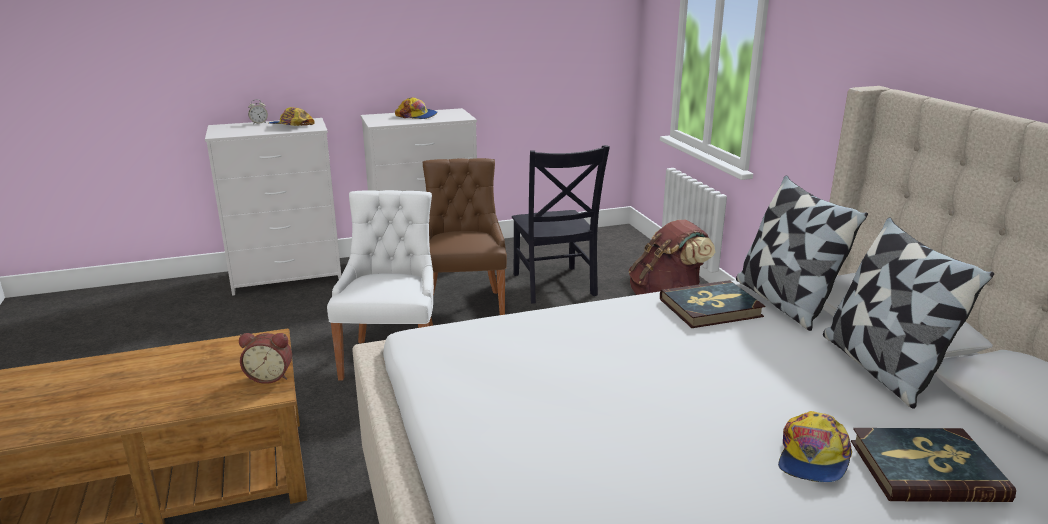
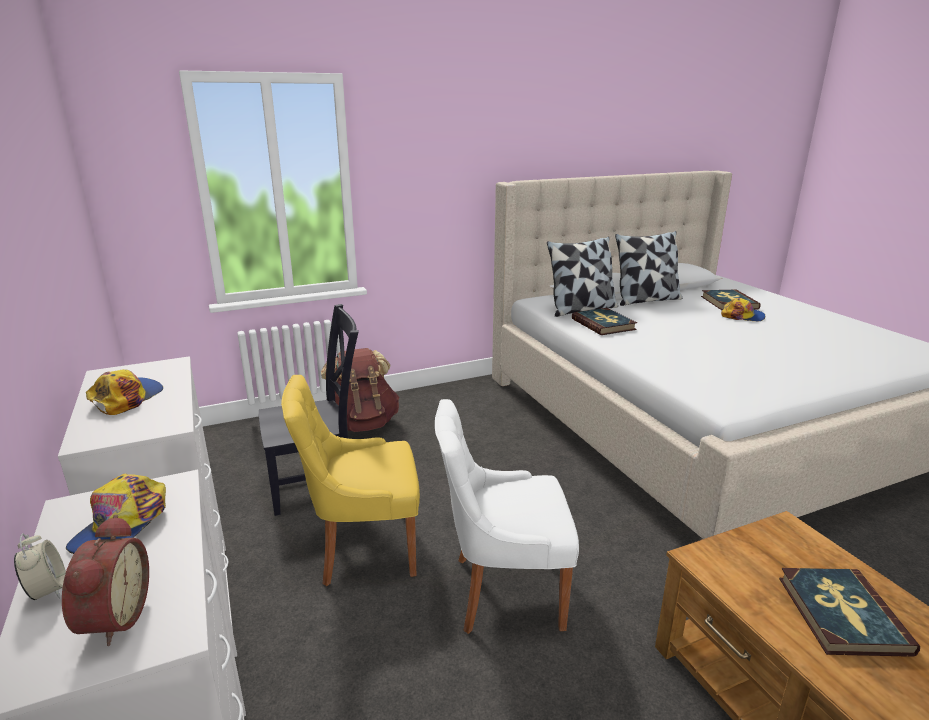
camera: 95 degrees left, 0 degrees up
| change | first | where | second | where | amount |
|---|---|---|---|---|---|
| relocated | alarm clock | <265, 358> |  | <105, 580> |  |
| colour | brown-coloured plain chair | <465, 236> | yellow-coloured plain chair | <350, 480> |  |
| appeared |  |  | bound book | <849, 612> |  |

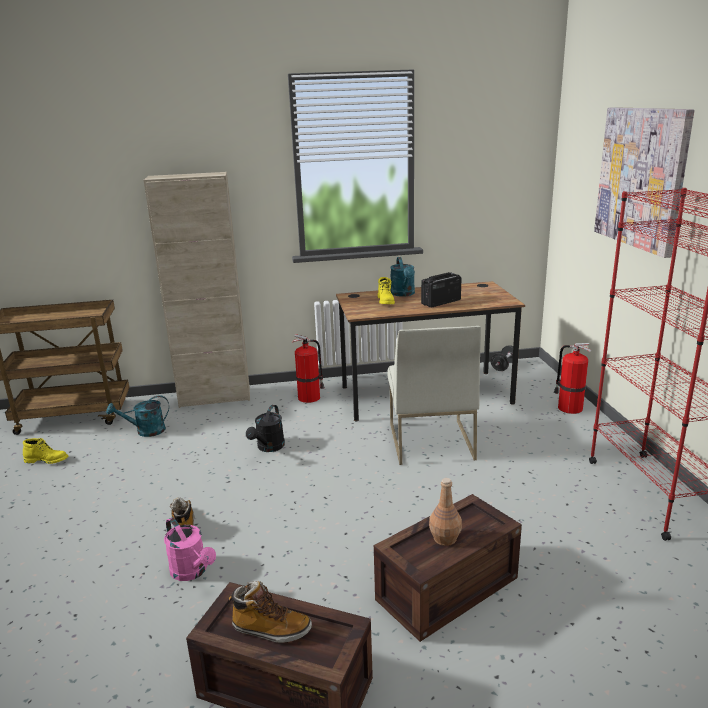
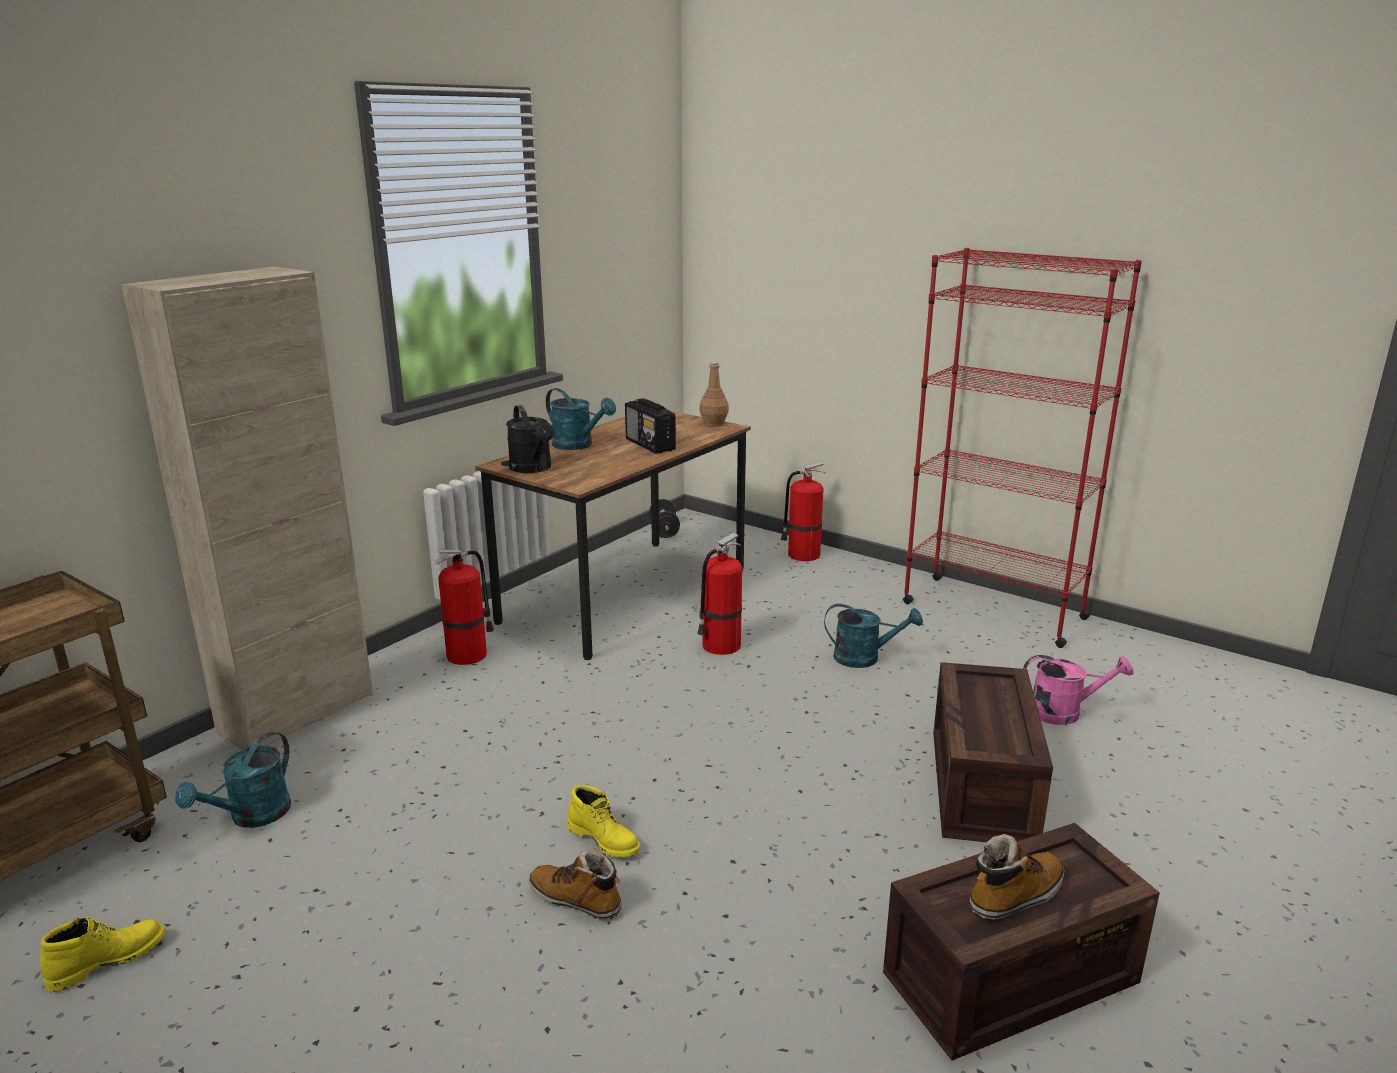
camera: 45 degrees left, 0 degrees up
| change | first | where | second | where | amount |
|---|---|---|---|---|---|
| relocated | pink-coloured sprinkling can | <190, 549> |  | <1078, 690> |  |
| relocated | black sprinkling can | <265, 428> |  | <530, 439> |  |
| relocated | yellow-coloured high-top boot | <386, 290> |  | <603, 821> |  |
| exchanged | white plain chair | <434, 395> | fire-fighting cylinder | <719, 594> |  |
| spun | radio receiver | <441, 289> |  | <650, 426> | 45 degrees counterclockwise |
| relocated | brown-coloured drink bottle | <445, 512> |  | <714, 394> |  |
| missing | wall art | <644, 182> |  |  |  |
| appeared |  |  | turquoise-coloured sprinkling can | <873, 636> |  |

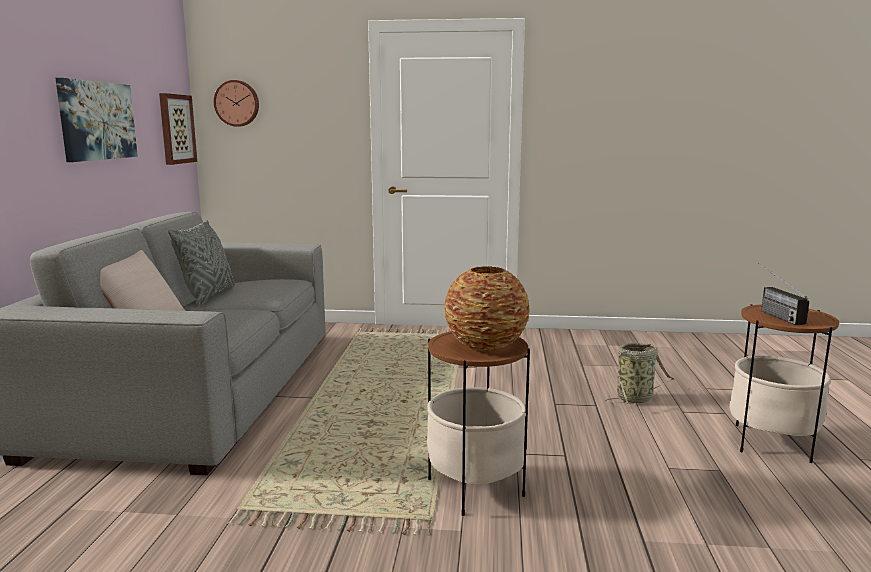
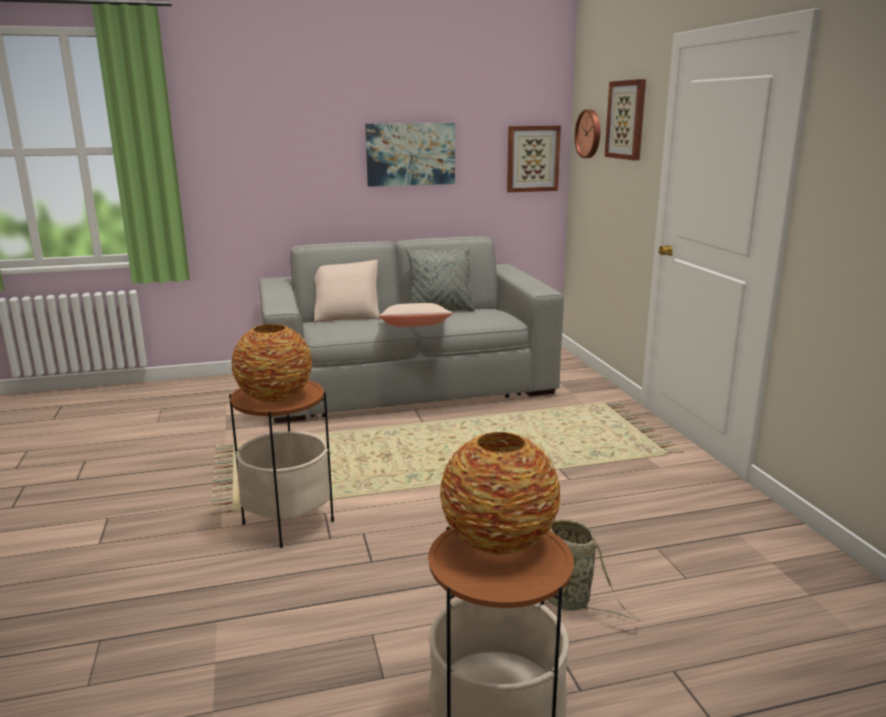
camera: 70 degrees right, 5 degrees up
| change | first | where | second | where | amount |
|---|---|---|---|---|---|
| exchanged | radio receiver | <783, 294> | flower vase | <500, 493> |  |
| appeared |  |  | sand-coloured throw pillow | <415, 315> |  |
| appeared |  |  | wall art | <625, 119> |  |

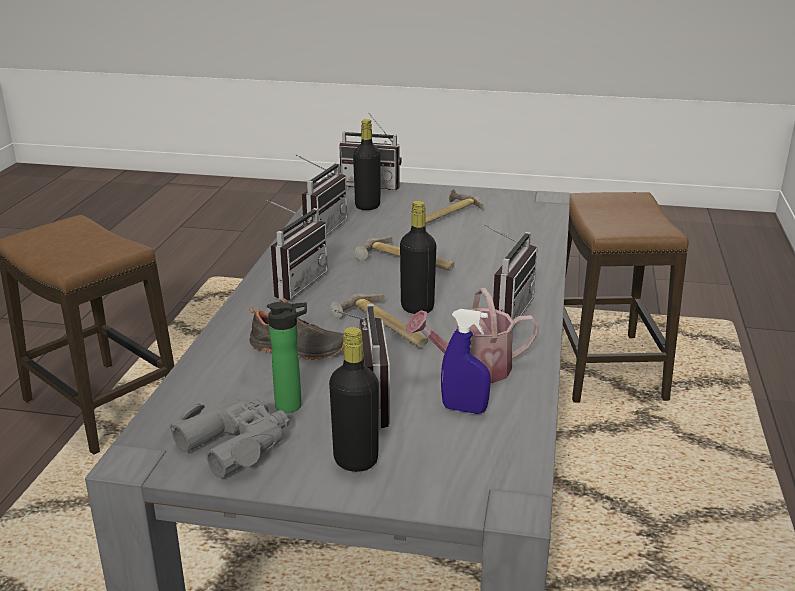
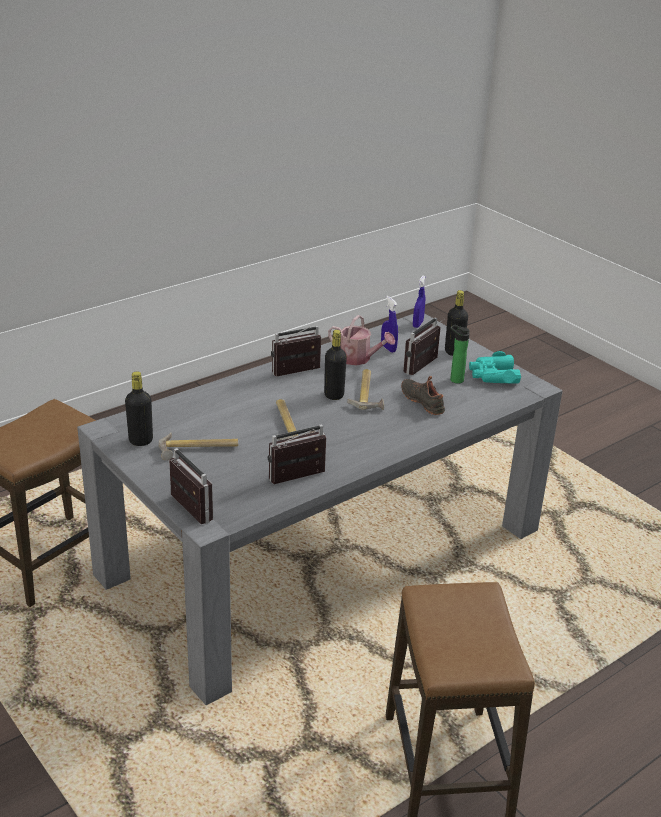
camera: 140 degrees left, 5 degrees up
| change | first | where | second | where | amount |
|---|---|---|---|---|---|
| colour | greyish field glasses | <229, 438> | turquoise-coloured field glasses | <495, 367> |  |
| missing | radio receiver | <297, 250> |  |  |  |
| relocated | black drink bottle | <367, 164> |  | <139, 409> |  |
| appeared |  |  | blue-coloured spray bottle | <419, 302> |  |

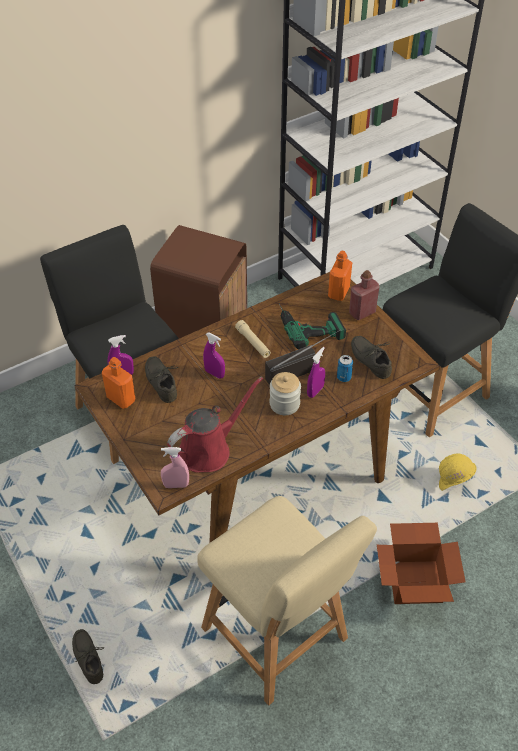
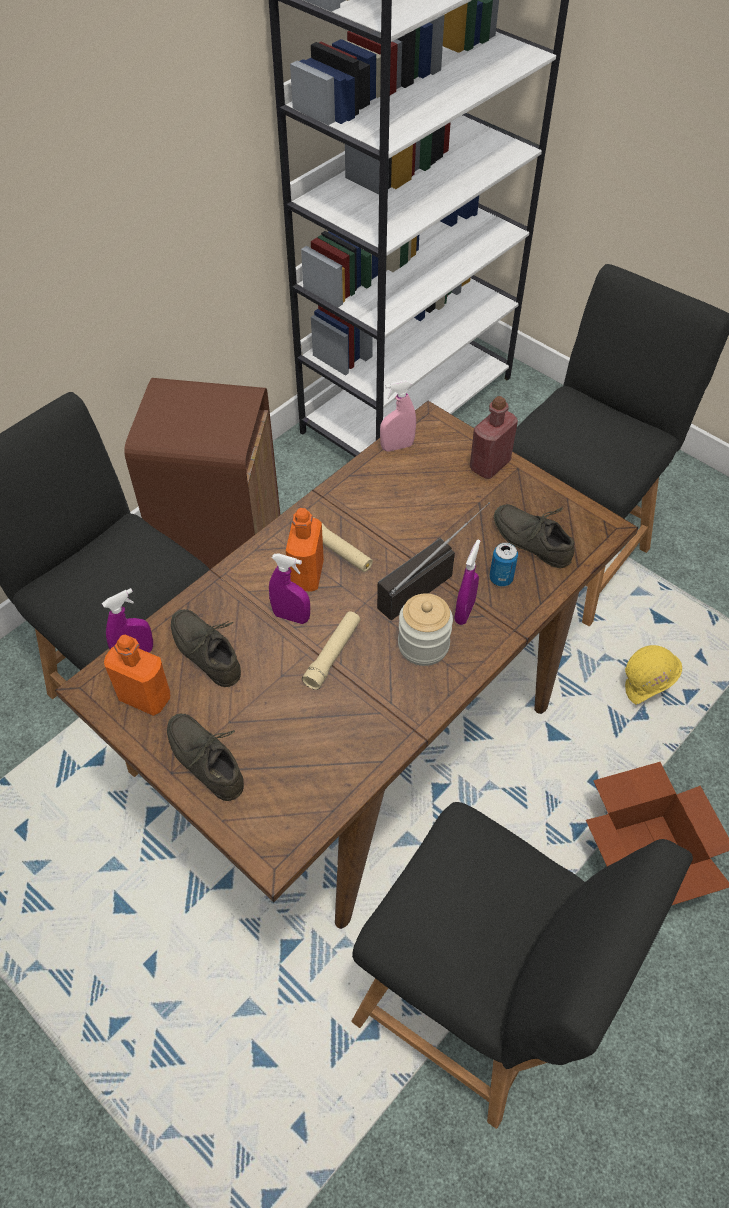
camera: 15 degrees left, 5 degrees up
| change | first | where | second | where | amount |
|---|---|---|---|---|---|
| relocated | greyish low shoe | <88, 656> |  | <205, 757> |  |
| relocated | pink-coloured spray bottle | <175, 467> |  | <398, 415> |  |
| missing | reddish sprinkling can | <215, 425> |  |  |  |
| colour | sand-coloured plain chair | <287, 600> | black plain chair | <522, 965> |  |
| missing | electric drill | <312, 326> |  |  |  |
| relocated | orange drink bottle | <340, 276> |  | <305, 550> |  |
| appeared |  |  | sand-coloured torch | <331, 650> |  |

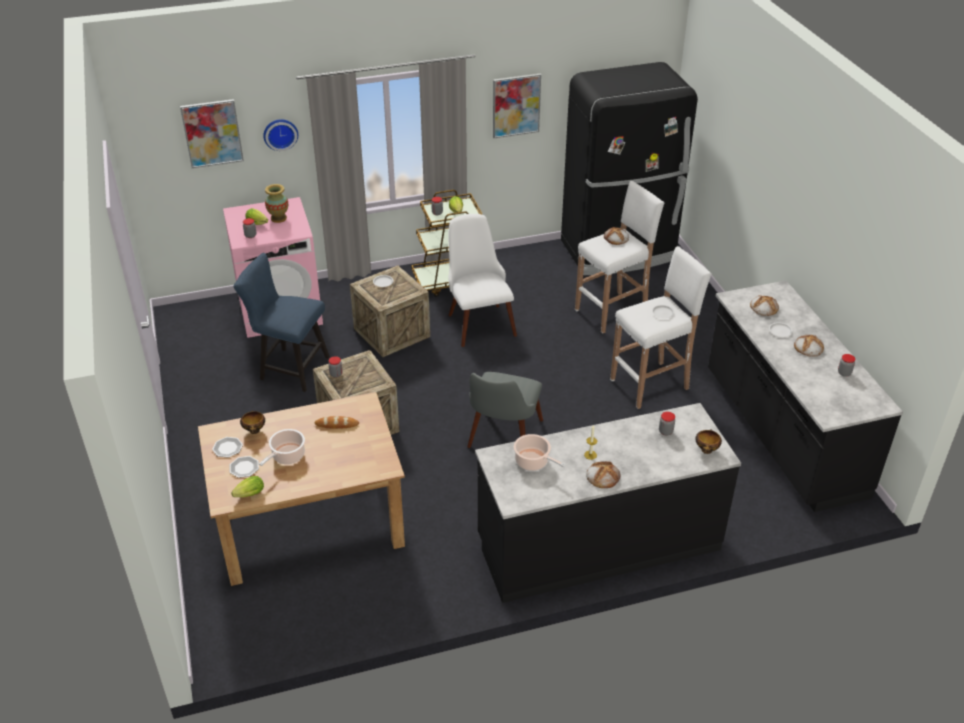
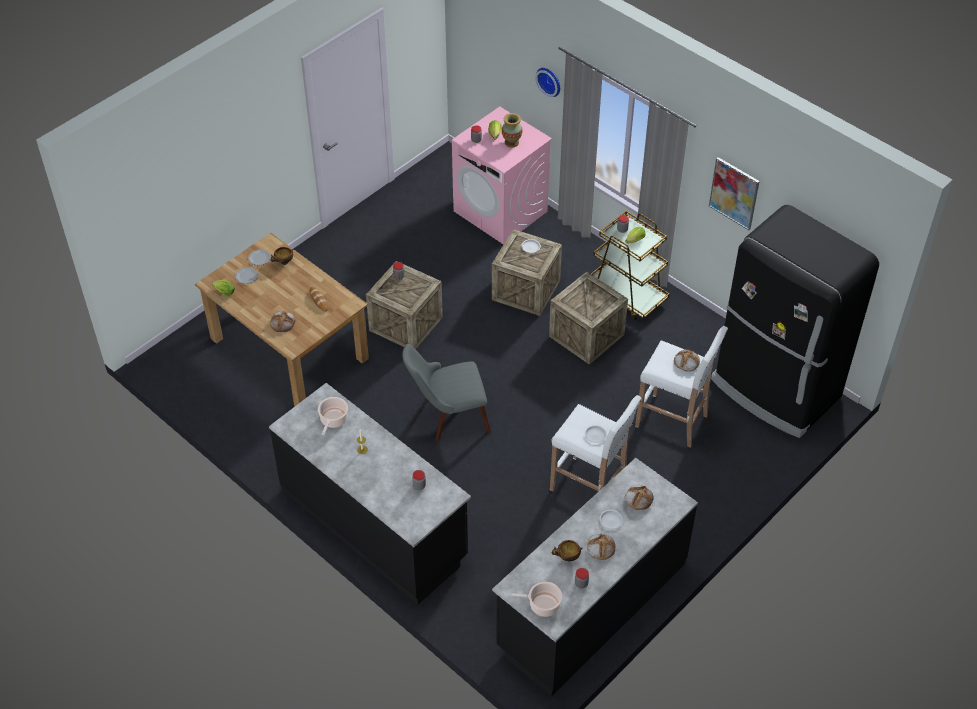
camera: 60 degrees right, 10 degrees up
| change | first | where | second | where | amount |
|---|---|---|---|---|---|
| missing | wall art | <212, 133> |  |  |  |
| missing | blue-coloured plain chair | <281, 322> |  |  |  |
| relocated | stockpot | <282, 447> |  | <535, 599> |  |
| exchanged | white plain chair | <482, 280> | crate | <588, 318> |  |
| relocated | bread | <603, 474> |  | <282, 321> |  |
| relocated | bowl | <708, 441> |  | <567, 550> |  |

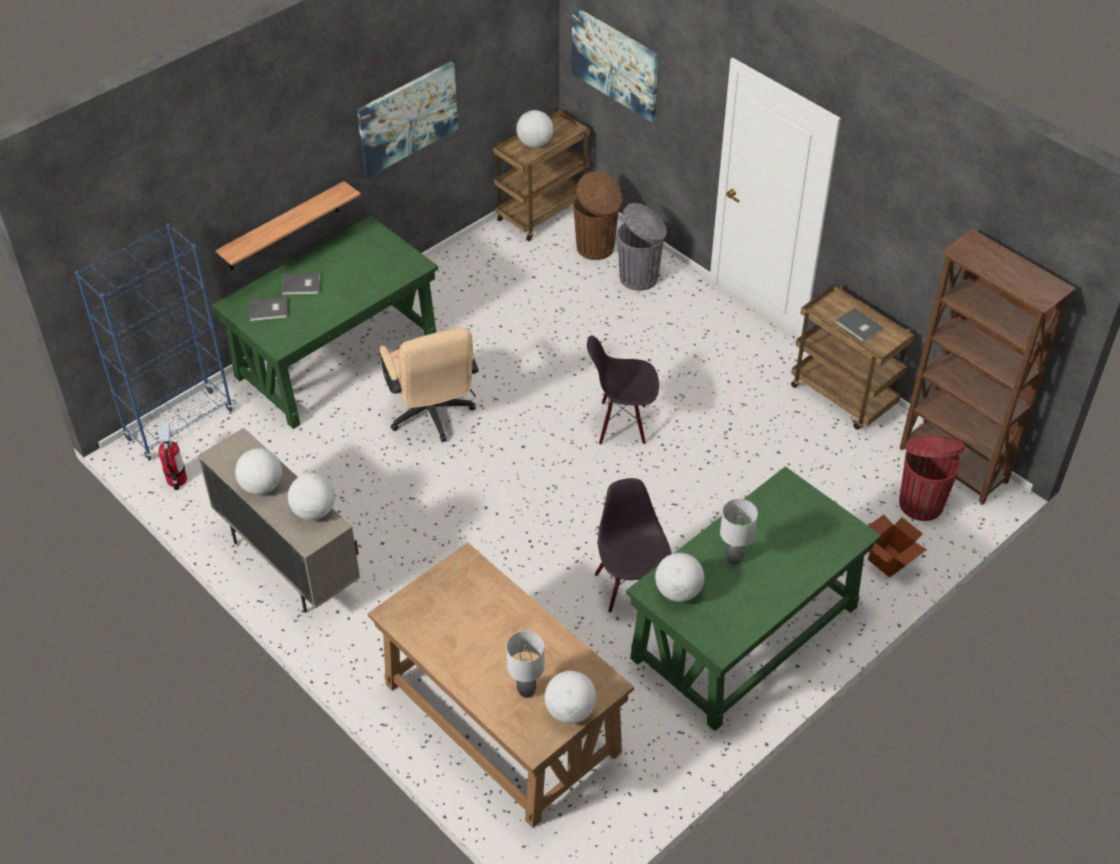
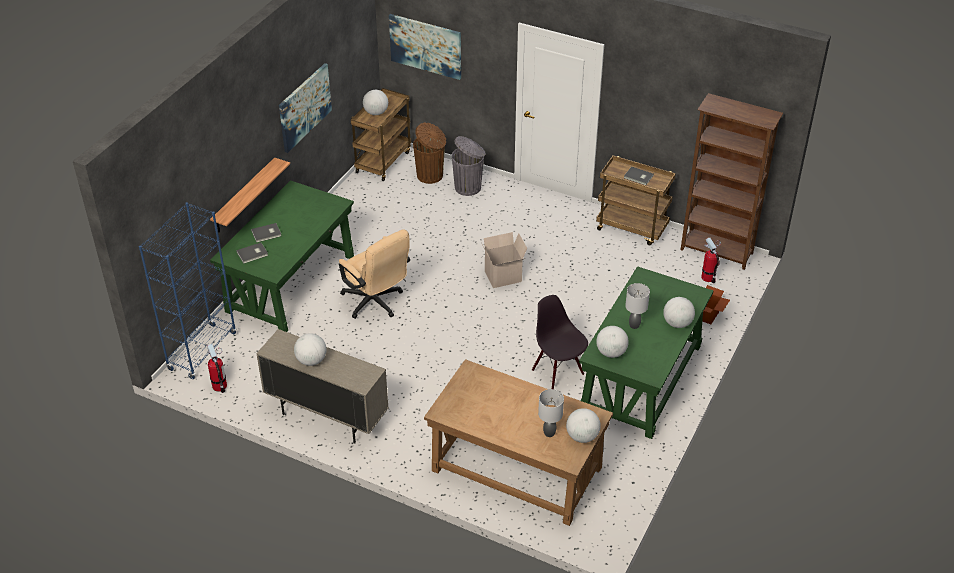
camera: 20 degrees left, 5 degrees down
| change | first | where | second | where | amount |
|---|---|---|---|---|---|
| relocated | globe | <311, 496> |  | <679, 312> |  |
| exchanged | black plain chair | <623, 390> | carton | <505, 260> |  |
| exchanged | reddish waste bin | <931, 478> | fire-fighting cylinder | <711, 260> |  |

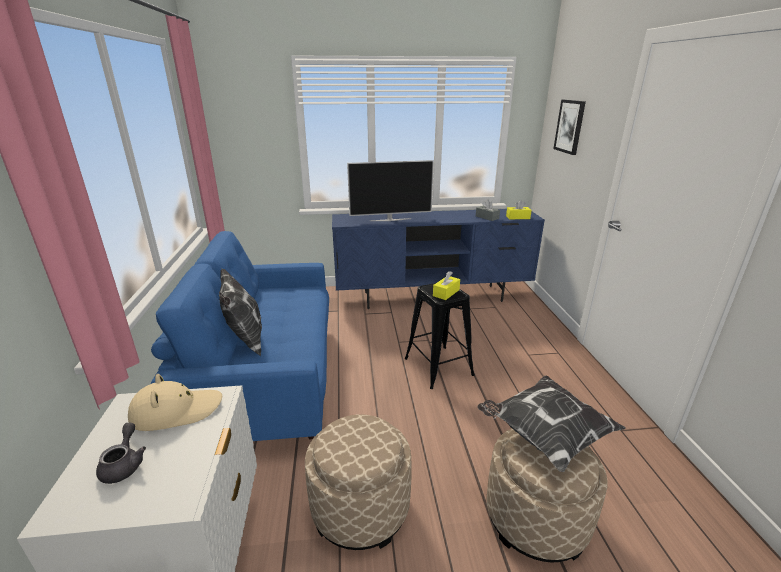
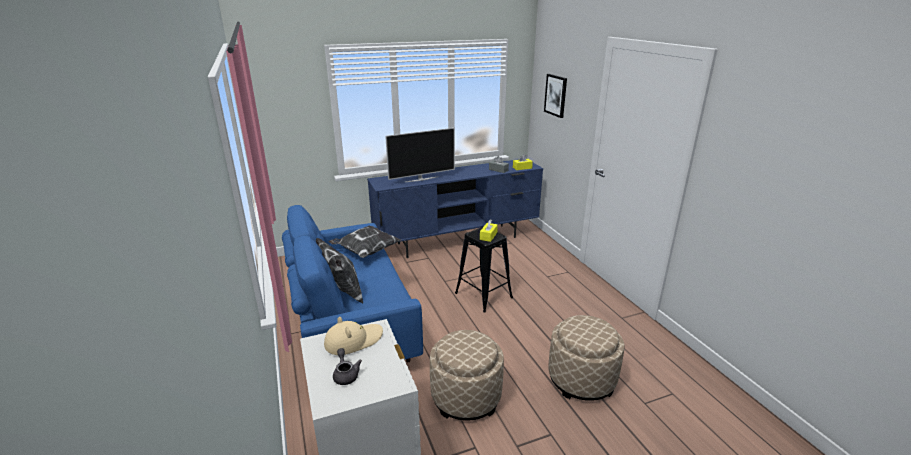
camera: 15 degrees left, 0 degrees up
| change | first | where | second | where | amount |
|---|---|---|---|---|---|
| relocated | throw pillow | <551, 423> |  | <365, 242> |  |

